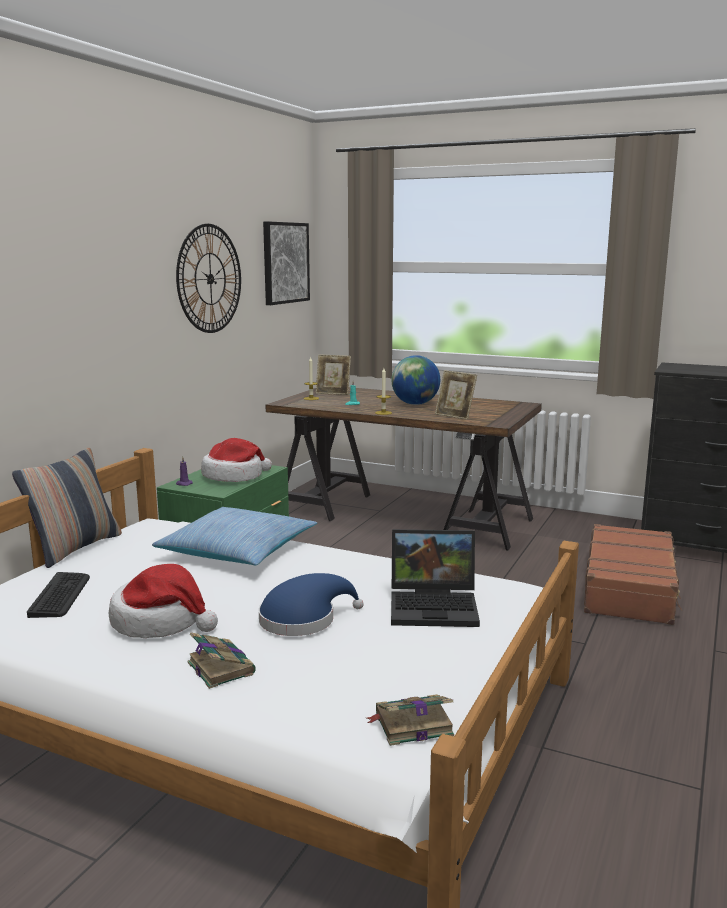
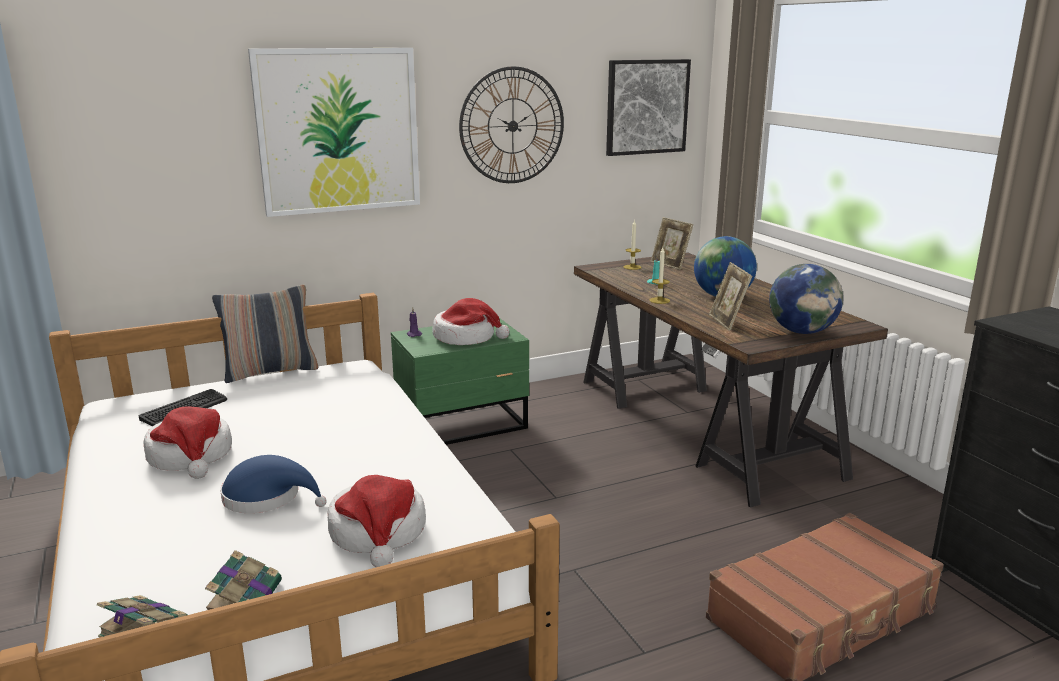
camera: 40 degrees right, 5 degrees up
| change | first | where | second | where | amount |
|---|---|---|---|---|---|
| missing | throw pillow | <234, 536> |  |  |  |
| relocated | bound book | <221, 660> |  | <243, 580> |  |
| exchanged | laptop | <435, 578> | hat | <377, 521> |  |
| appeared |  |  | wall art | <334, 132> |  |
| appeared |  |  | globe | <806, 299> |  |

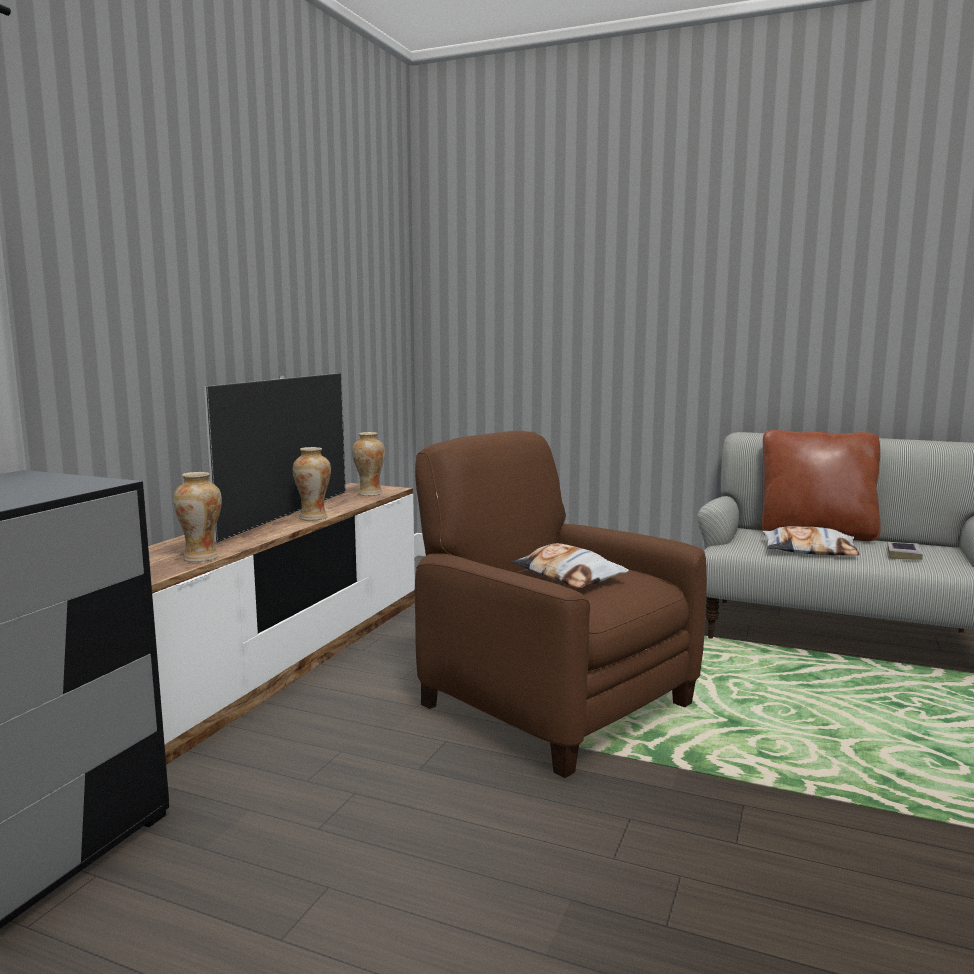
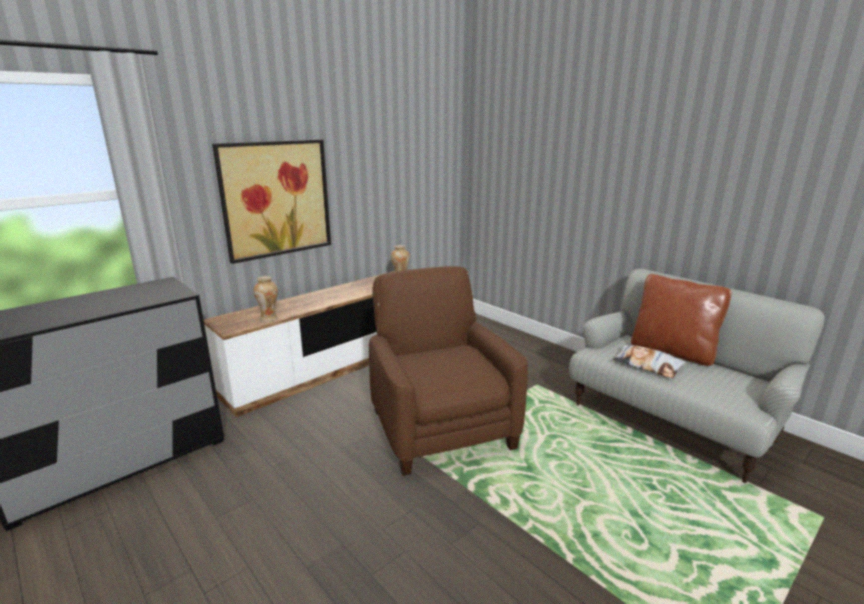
camera: 25 degrees right, 10 degrees up
| change | first | where | second | where | amount |
|---|---|---|---|---|---|
| missing | television | <274, 458> |  |  |  |
| missing | flower vase | <312, 484> |  |  |  |
| missing | throw pillow | <570, 565> |  |  |  |
| missing | bound book | <905, 551> |  |  |  |
| appeared |  |  | wall art | <271, 201> |  |

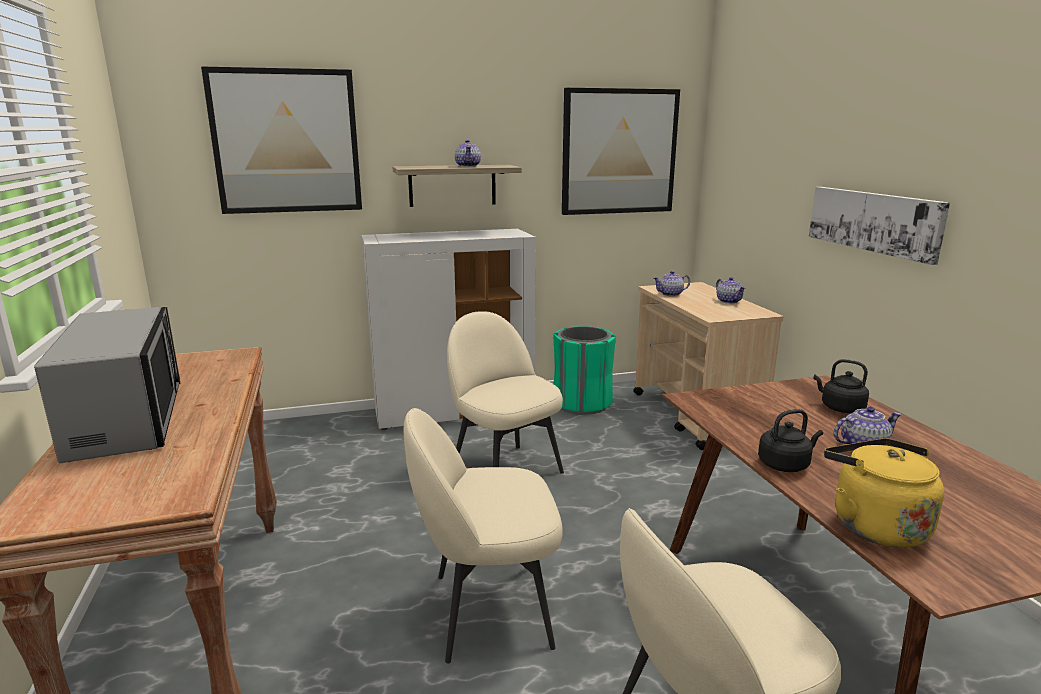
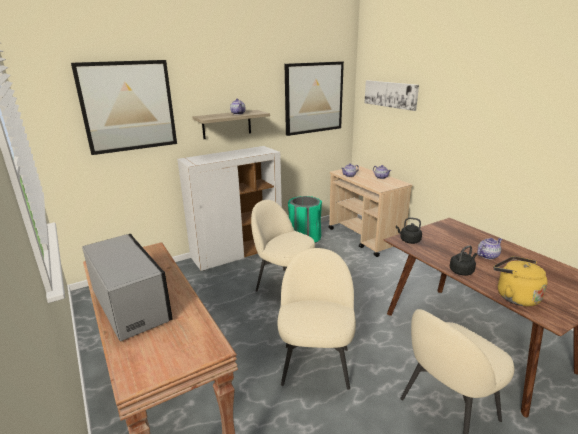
camera: 15 degrees left, 5 degrees up
| change | first | where | second | where | amount |
|---|---|---|---|---|---|
| spun | sand-coloured plain chair | <483, 536> |  | <316, 319> | 120 degrees clockwise |
| relocated | wall art | <879, 226> |  | <391, 95> |  |
| relocated | black tea kettle | <841, 386> |  | <409, 231> |  |

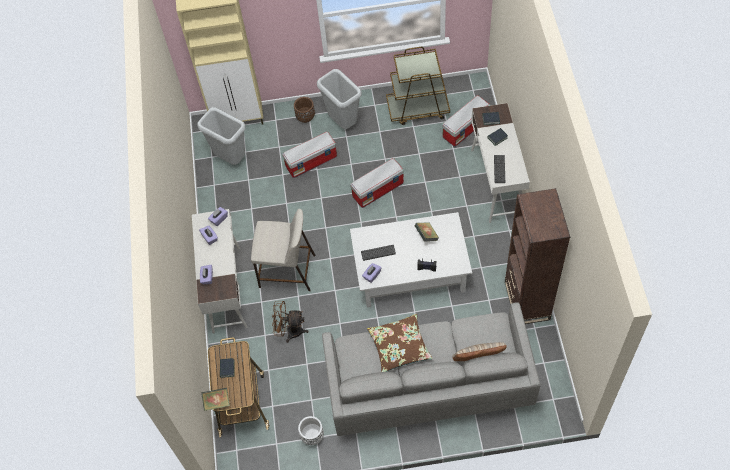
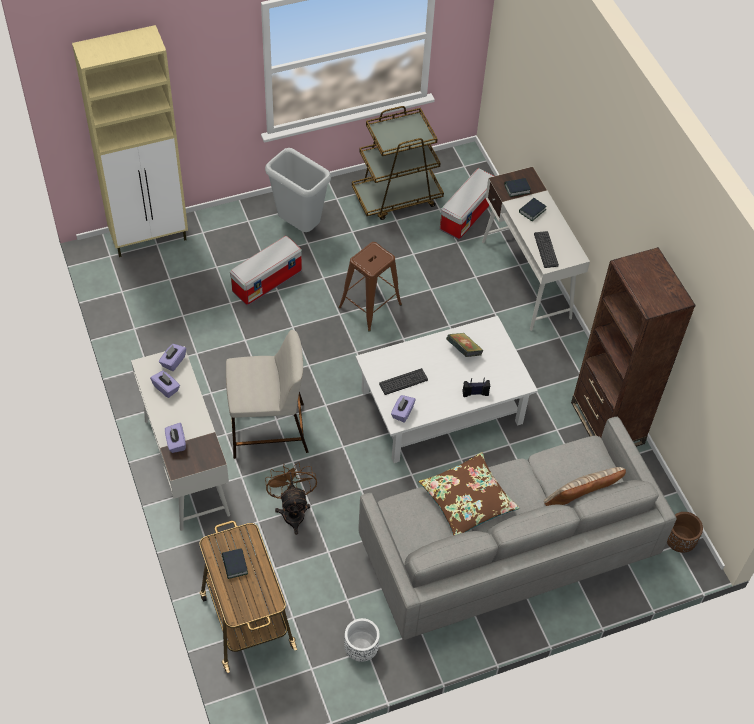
camera: 20 degrees left, 5 degrees down
| change | first | where | second | where | amount |
|---|---|---|---|---|---|
| missing | greyish waste bin | <221, 136> |  |  |  |
| missing | bound book | <215, 399> |  |  |  |
| spun | brown-coloured cooling fan | <290, 322> |  | <291, 498> | 90 degrees clockwise |
| relocated | brown-coloured flower pot | <304, 110> |  | <685, 532> |  |
| exchanged | storage container | <377, 183> | brown-coloured stool seat | <370, 286> |  |

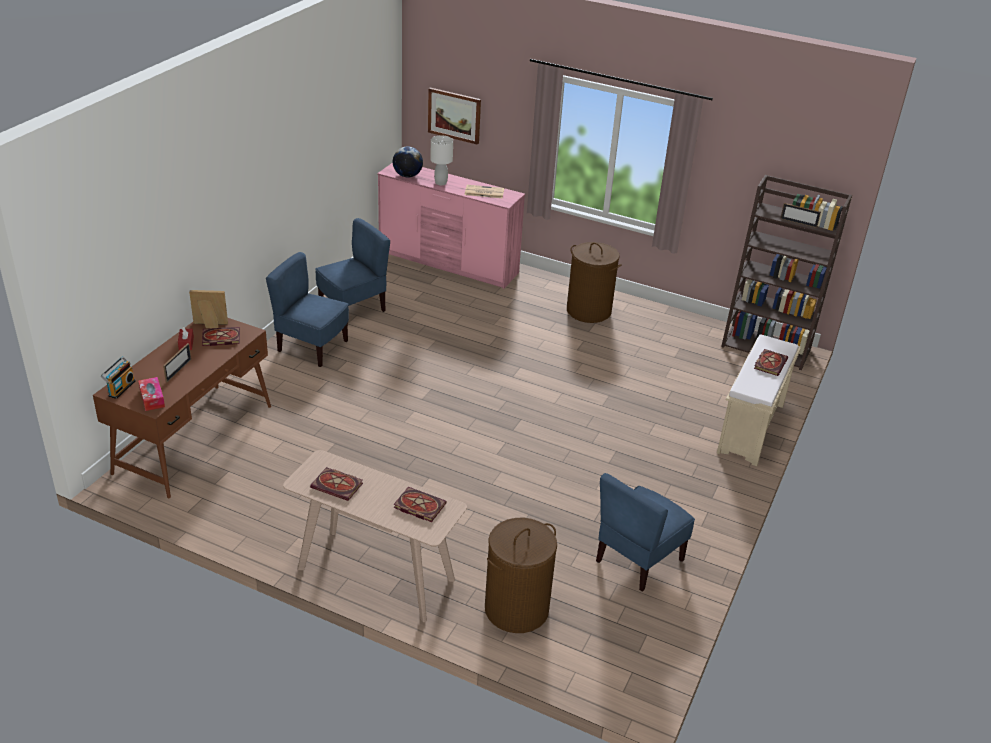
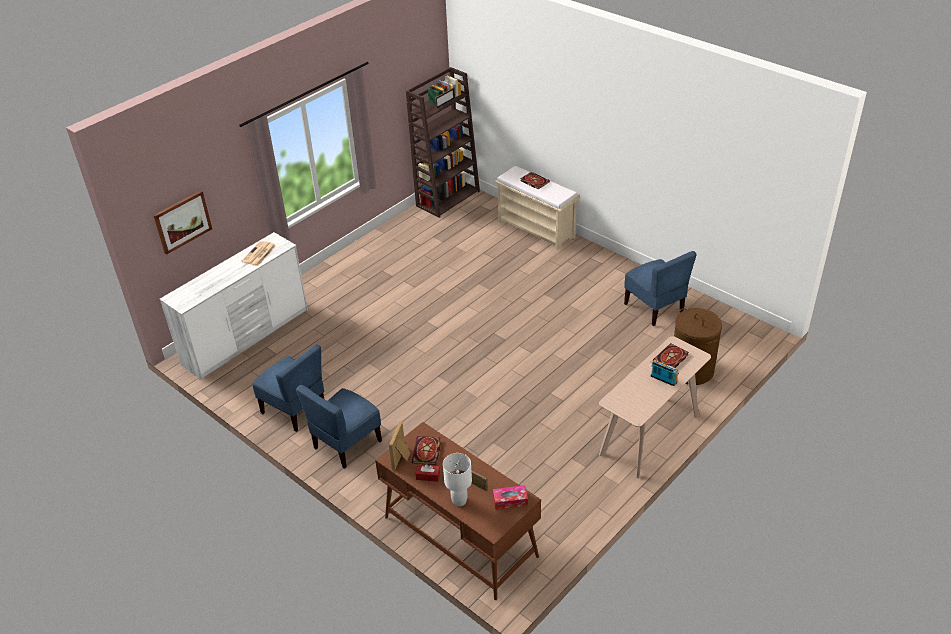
camera: 70 degrees left, 5 degrees up
| change | first | where | second | where | amount |
|---|---|---|---|---|---|
| relocated | radio receiver | <118, 377> |  | <664, 373> |  |
| missing | bound book | <336, 484> |  |  |  |
| spun | blue-coloured plain chair | <352, 272> |  | <288, 388> | 150 degrees clockwise |
| colour | pink-coloured dresser | <451, 226> | white dresser | <234, 306> |  |
| missing | globe | <408, 161> |  |  |  |
| relocated | white lamp for a table | <441, 160> |  | <457, 479> |  |
| missing | brown-coloured laundry basket | <594, 282> |  |  |  |

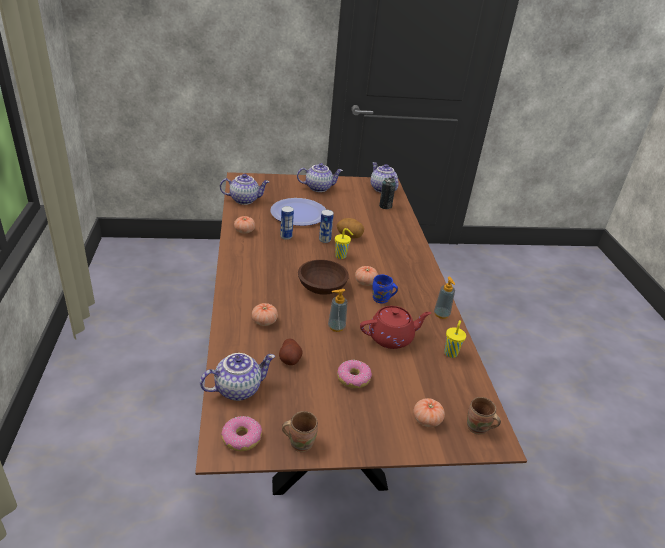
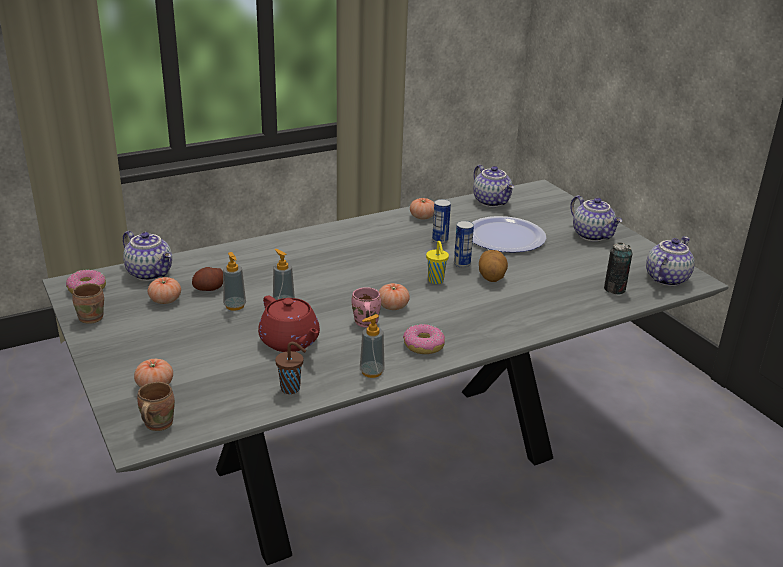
camera: 70 degrees right, 5 degrees down
| change | first | where | second | where | amount |
|---|---|---|---|---|---|
| colour | brown-coloured kitchen table | <361, 333> | greyish kitchen table | <385, 372> |  |
| relocated | whole tomato | <265, 314> |  | <164, 290> |  |
| missing | brown-coloured bowl | <323, 277> |  |  |  |
| relocated | donut | <354, 374> |  | <424, 339> |  |
| colour | blue-coloured mug | <385, 289> | pink-coloured mug | <366, 307> |  |
| colour | yellow-coloured small cup | <455, 339> | brown-coloured small cup | <290, 368> |  |
| appeared |  |  | soap dispenser | <234, 281> |  |

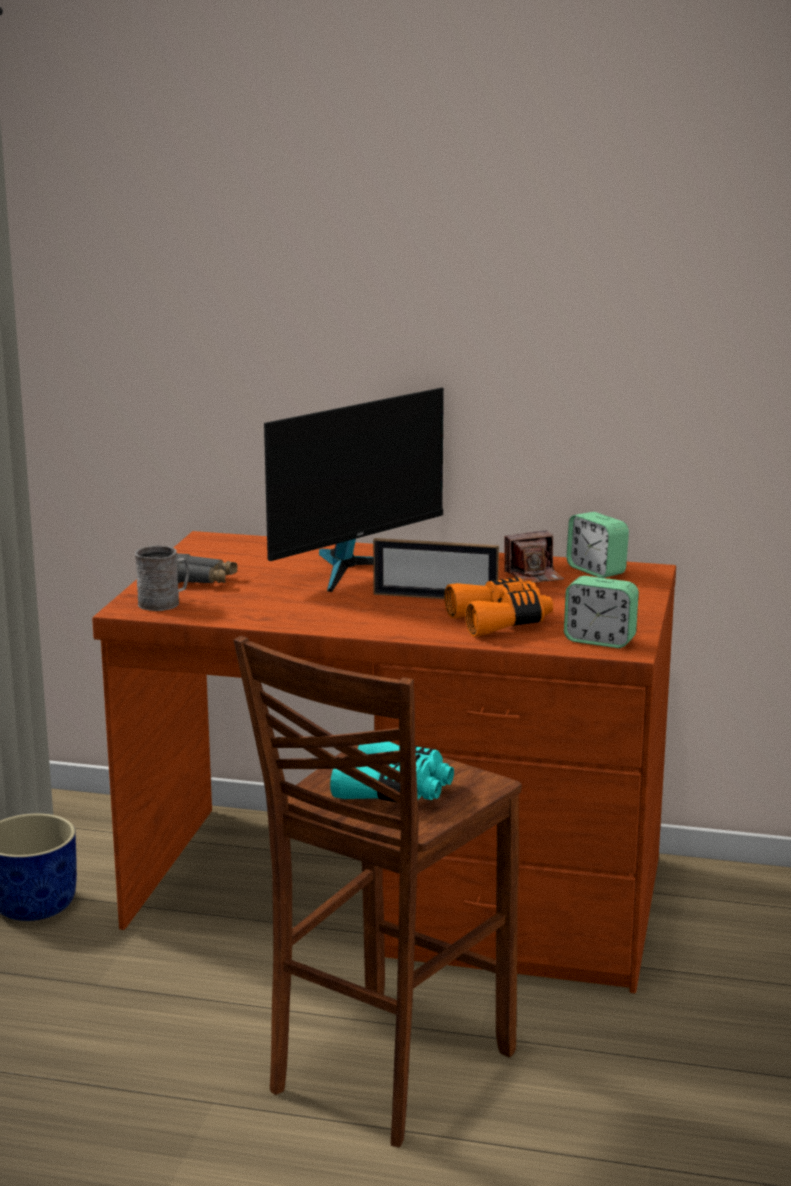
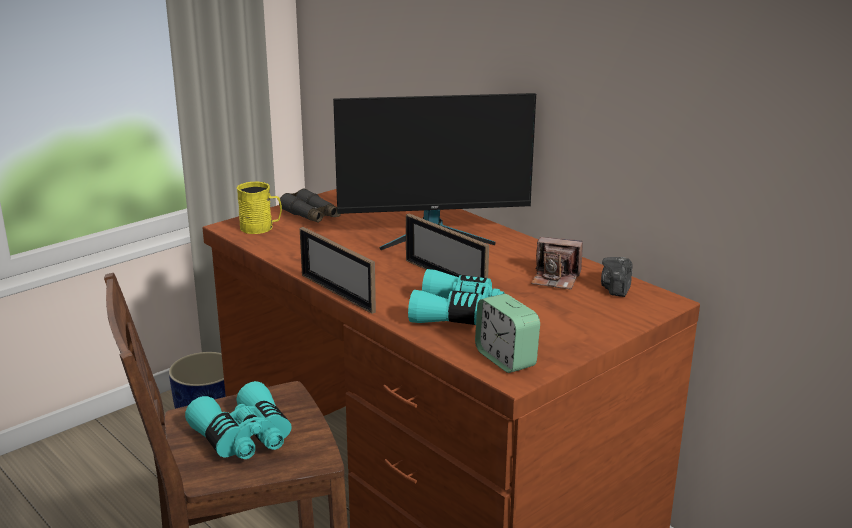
camera: 35 degrees right, 5 degrees up
| change | first | where | second | where | amount |
|---|---|---|---|---|---|
| colour | greyish mug | <162, 578> | yellow-coloured mug | <259, 208> |  |
| colour | orange field glasses | <498, 607> | turquoise-coloured field glasses | <456, 297> |  |
| exchanged | alarm clock | <598, 545> | photo camera | <616, 277> |  |
| appeared |  |  | photo frame | <338, 270> |  |

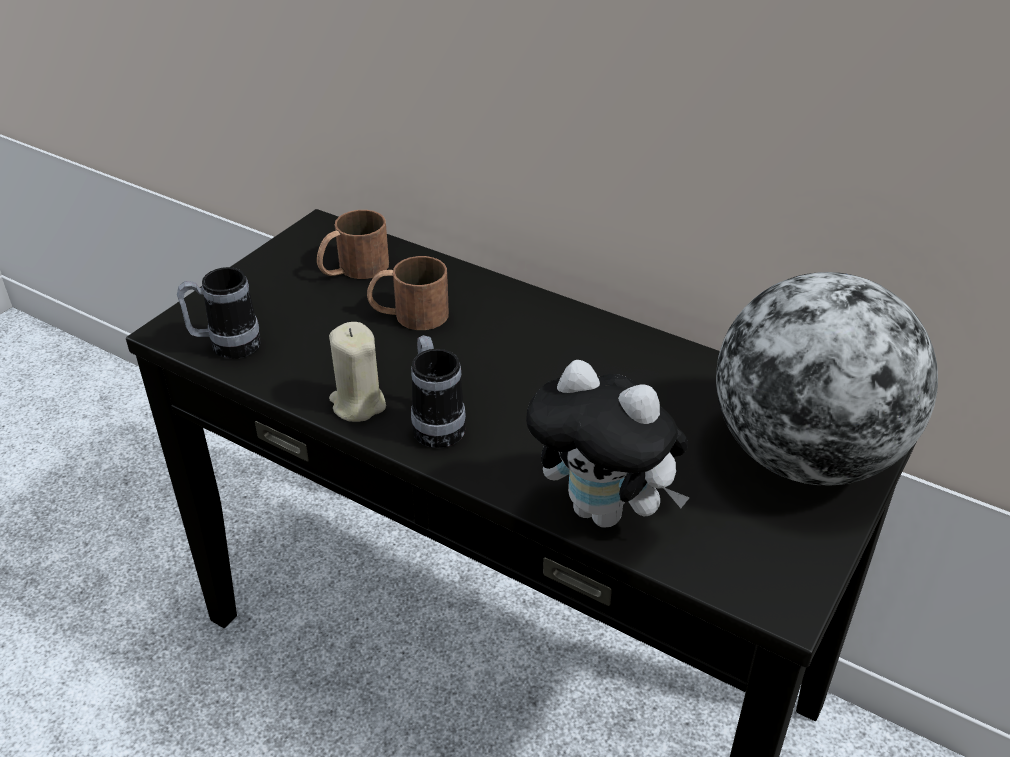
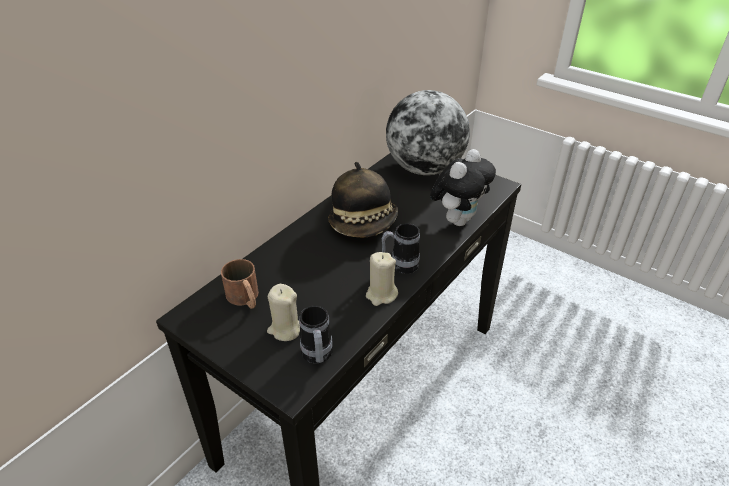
camera: 85 degrees left, 0 degrees up
| change | first | where | second | where | amount |
|---|---|---|---|---|---|
| missing | brown-coloured mug | <408, 293> |  |  |  |
| appeared |  |  | sand-coloured wax light | <283, 312> |  |
| appeared |  |  | hat | <363, 199> |  |

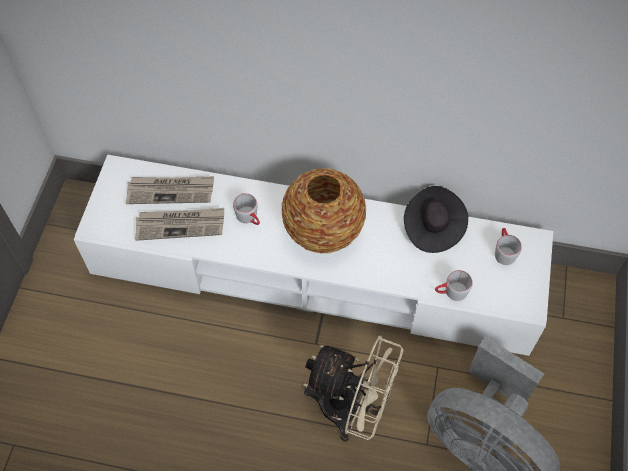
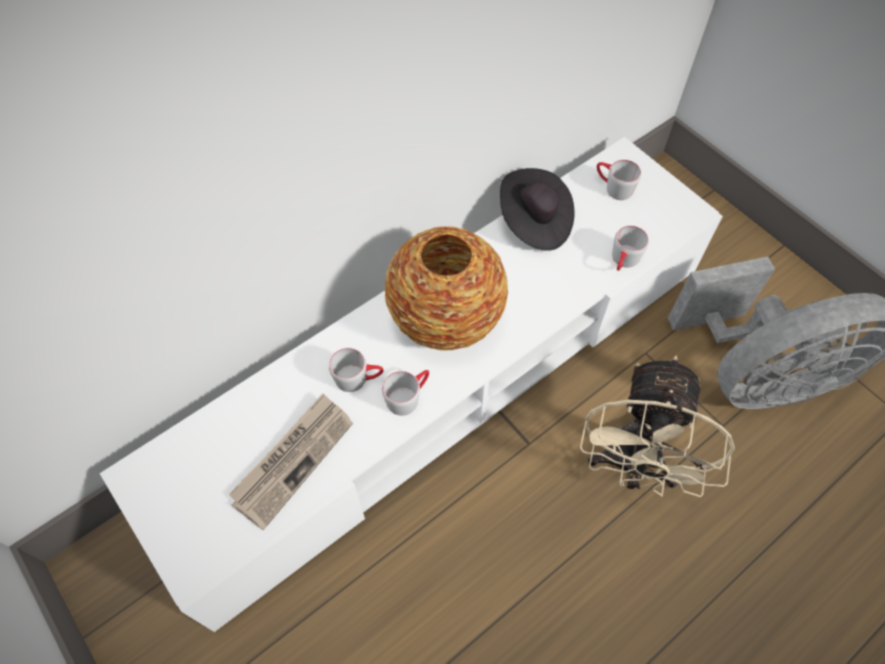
camera: 50 degrees left, 0 degrees up
| change | first | where | second | where | amount |
|---|---|---|---|---|---|
| missing | newspaper | <170, 190> |  |  |  |
| spun | sand-coloured cooling fan | <353, 389> |  | <657, 426> | 135 degrees clockwise |
| appeared |  |  | greyish mug | <405, 393> |  |

